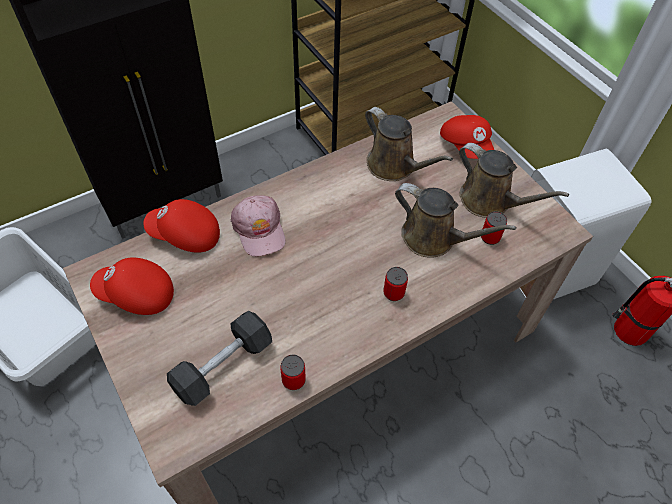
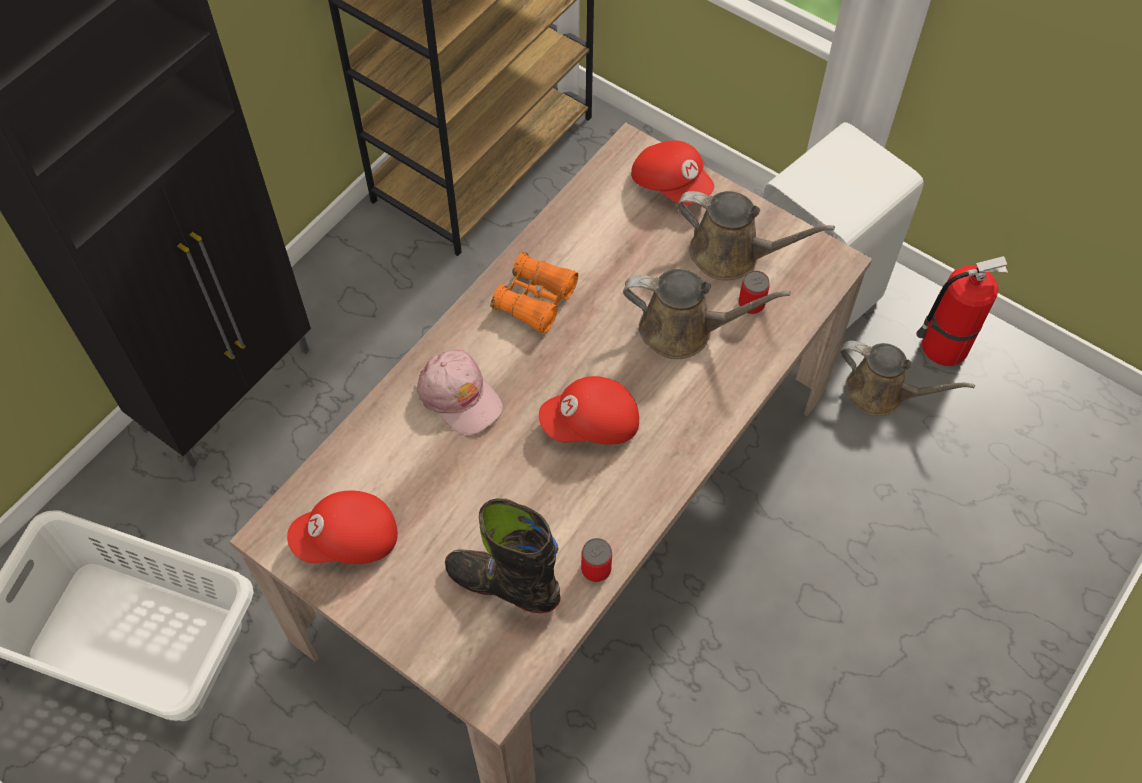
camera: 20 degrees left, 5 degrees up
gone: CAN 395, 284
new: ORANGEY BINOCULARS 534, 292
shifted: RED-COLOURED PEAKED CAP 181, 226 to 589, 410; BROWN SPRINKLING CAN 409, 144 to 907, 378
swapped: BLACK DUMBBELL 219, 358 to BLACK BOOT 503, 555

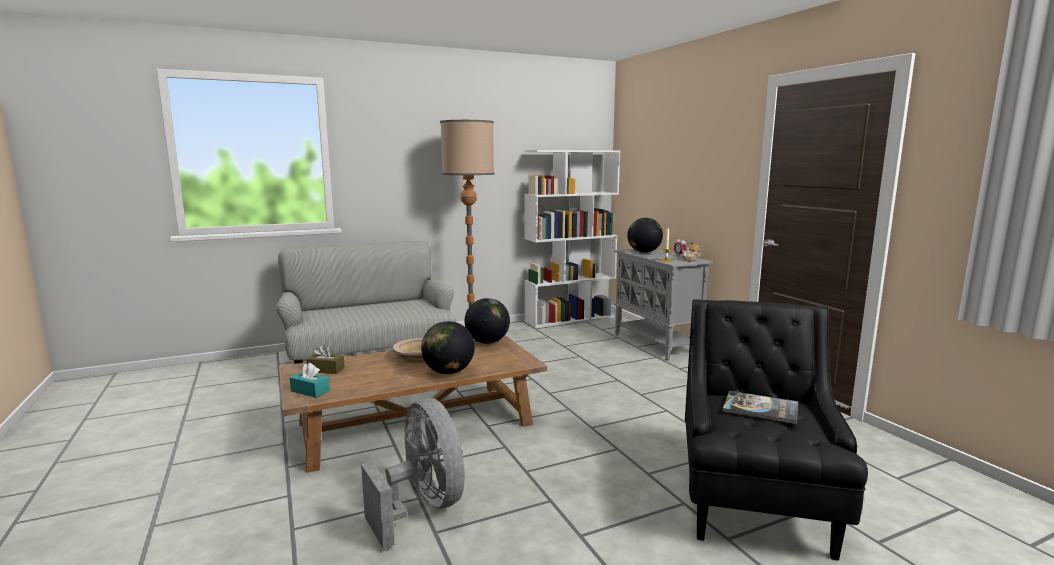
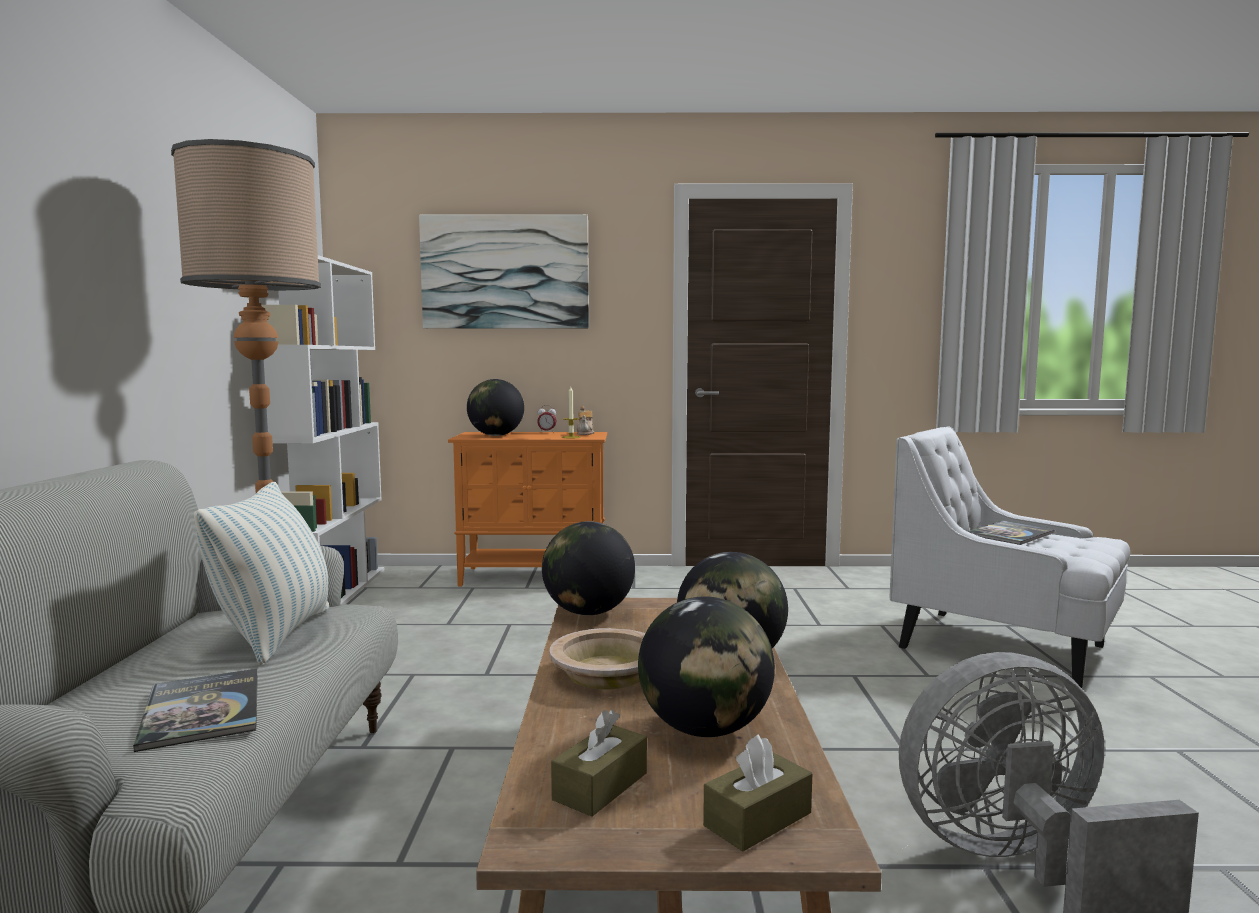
camera: 65 degrees left, 5 degrees down
new: BOOK 195, 710; CUSHION 261, 573; WALL ART 504, 271; GLOBE 706, 666
repainted: BLUE-GREEN TISSUE BOX 310, 380 to BROWN TISSUE BOX 757, 793; GREYISH CUPBOARD 664, 305 to ORANGEY CUPBOARD 527, 509; BLACK LOUNGE CHAIR 776, 429 to WHITISH LOUNGE CHAIR 1009, 557

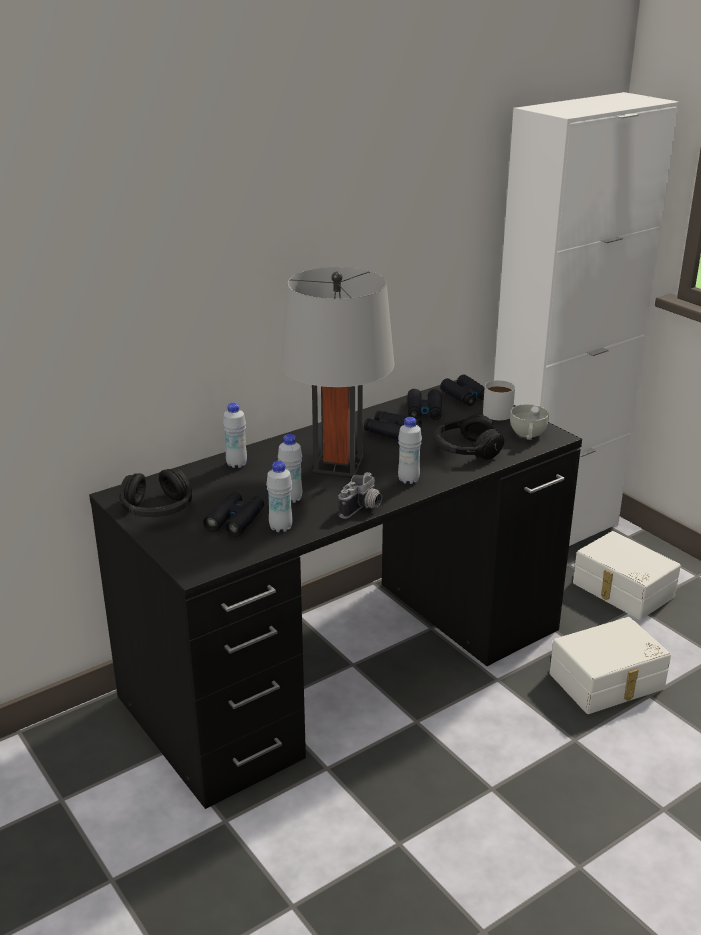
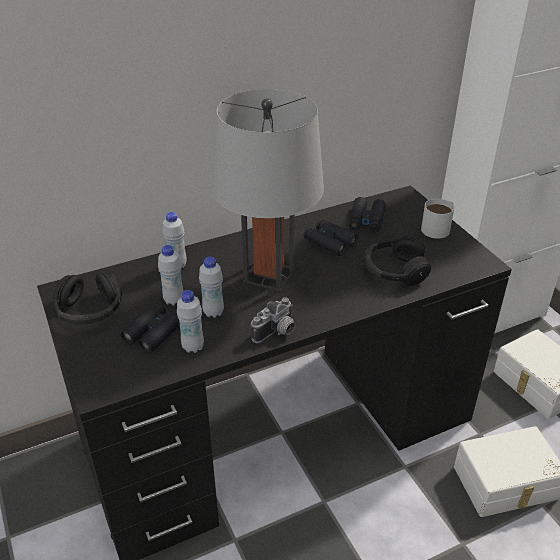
camera: 10 degrees right, 10 degrees up
gone: BLACK BINOCULARS 462, 390; WHITISH DRINKING CUP 529, 422
shifted: WHITISH BOTTLE 410, 450 to 170, 275

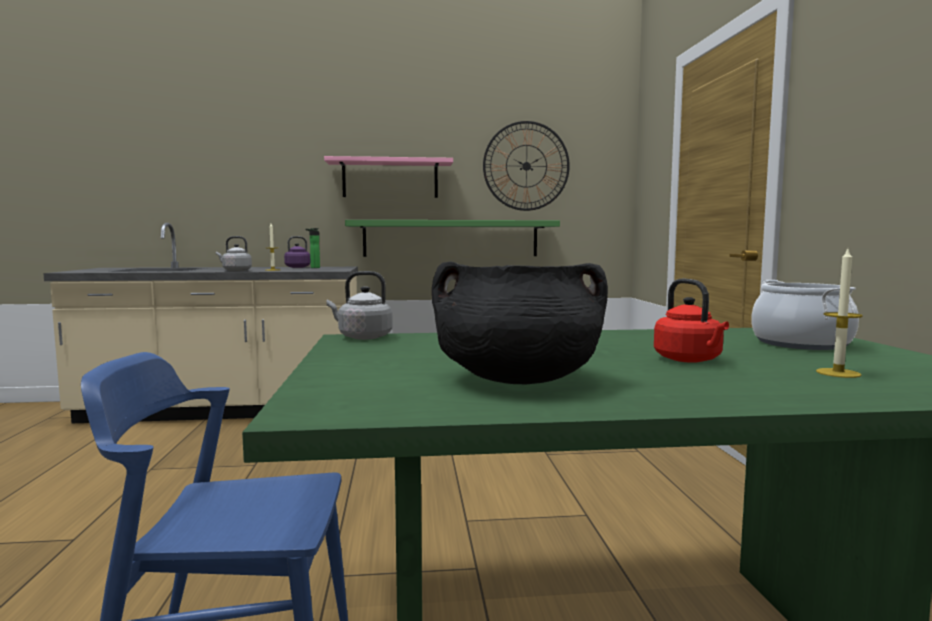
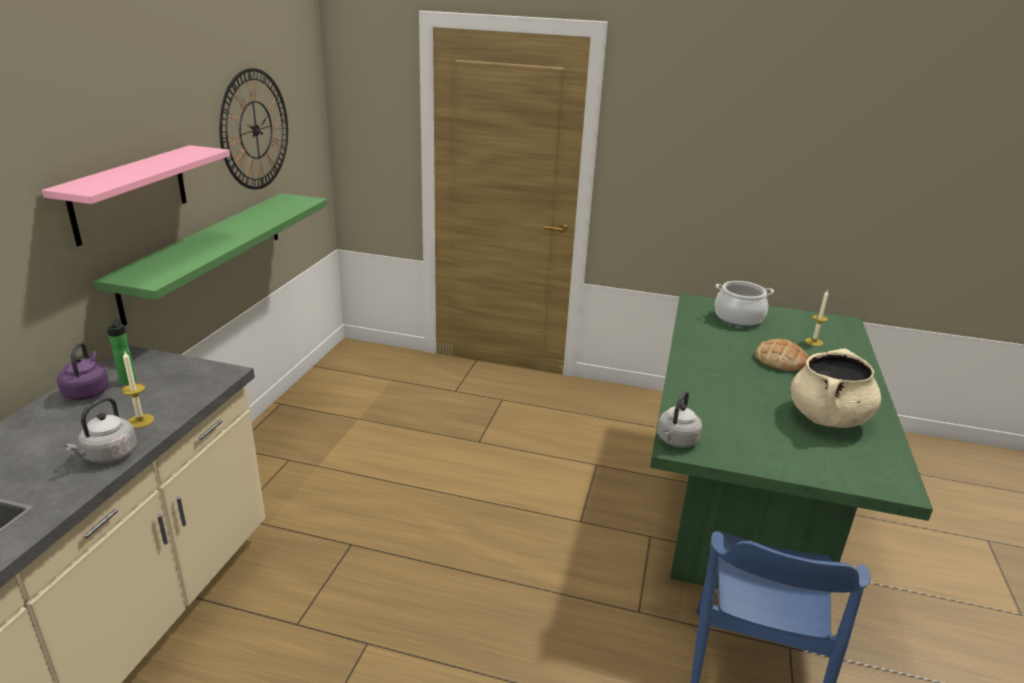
camera: 70 degrees left, 20 degrees up
swapped: RED-COLOURED TEA KETTLE 691, 321 to BREAD 782, 355
repainted: BLACK SAUCEPOT 520, 322 to BEIGE SAUCEPOT 835, 388

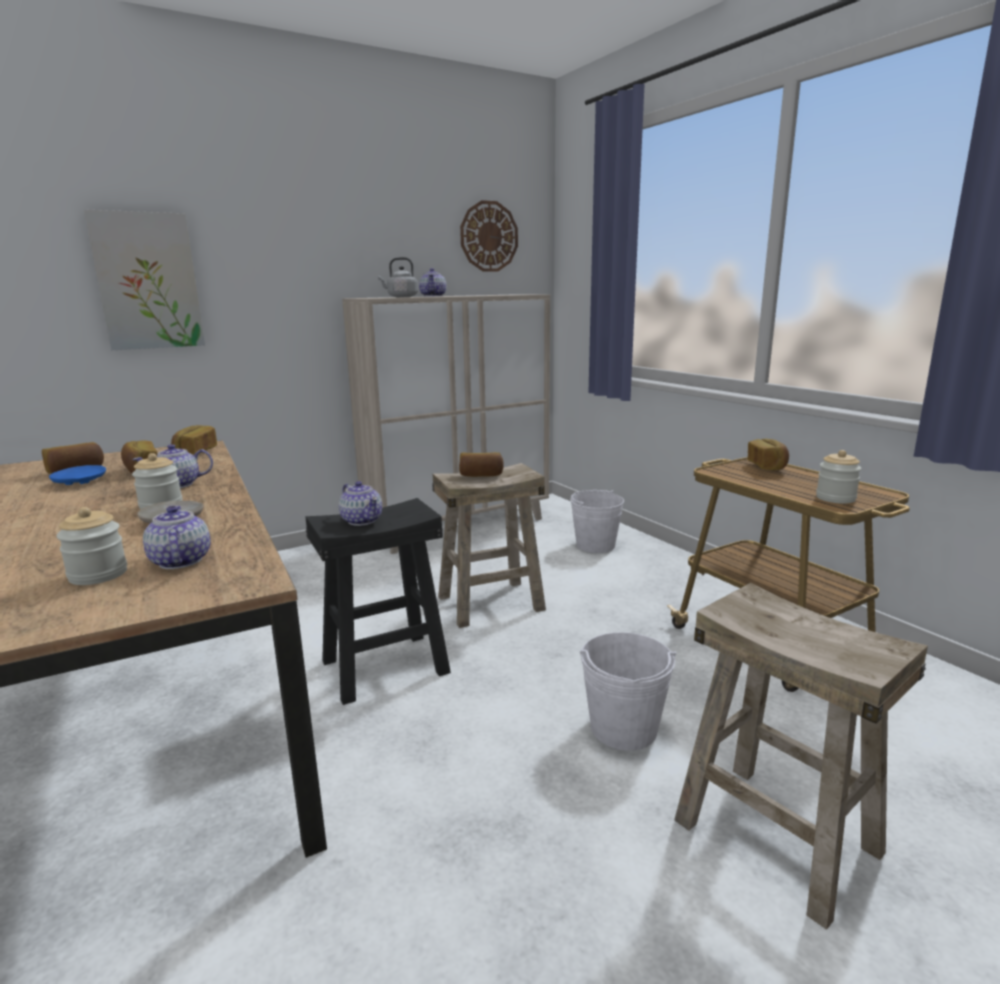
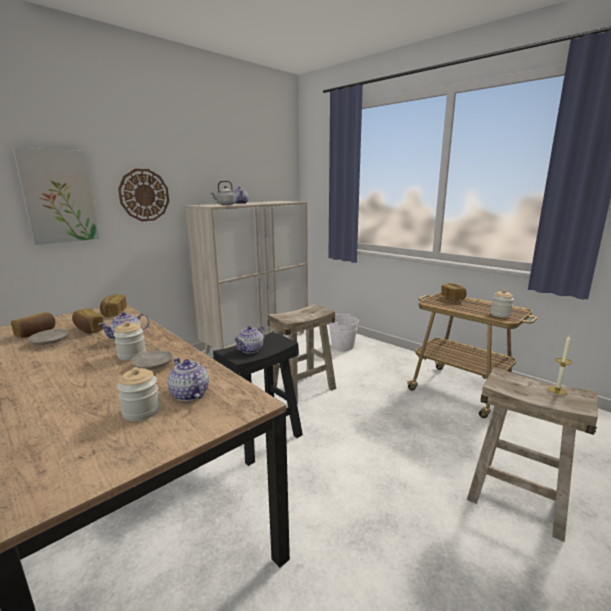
camera: 15 degrees left, 0 degrees up
gone: BREAD 481, 464; WHITISH BUCKET 628, 691
new: WAX LIGHT 560, 365
shifted: WALL CLOCK 489, 236 to 143, 195
repainted: BLUE-COLOURED DINNER PLATE 77, 475 to BEIGE DINNER PLATE 48, 337
rotated: TEAPOT 360, 503 = 249, 340 90 degrees clockwise

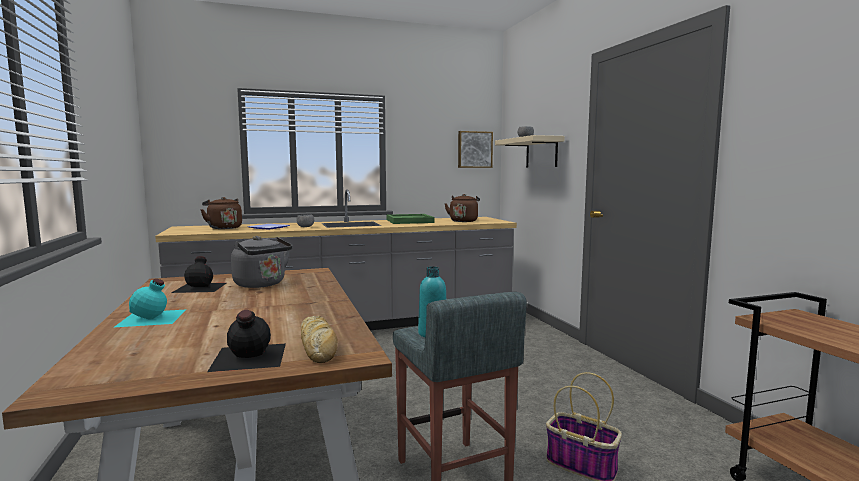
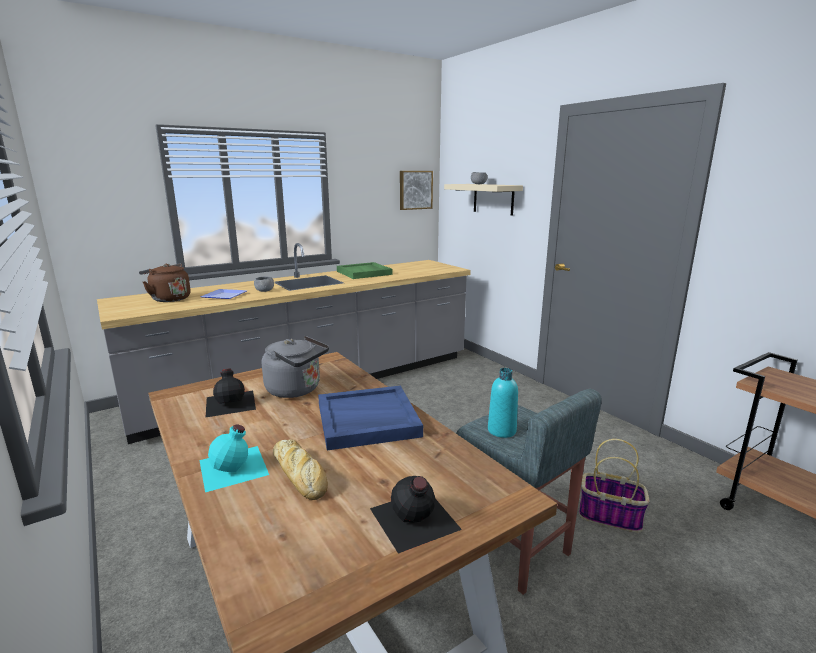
camera: 15 degrees left, 10 degrees up
gone: BROWN TEA KETTLE 462, 208
new: BLUE-COLOURED TRAY 370, 418
shifted: BREAD 319, 339 to 300, 469

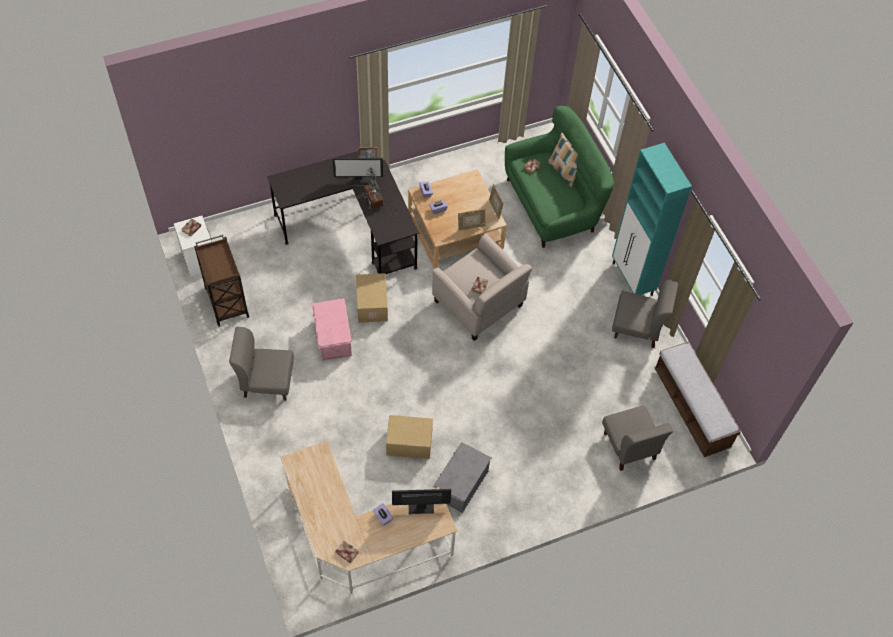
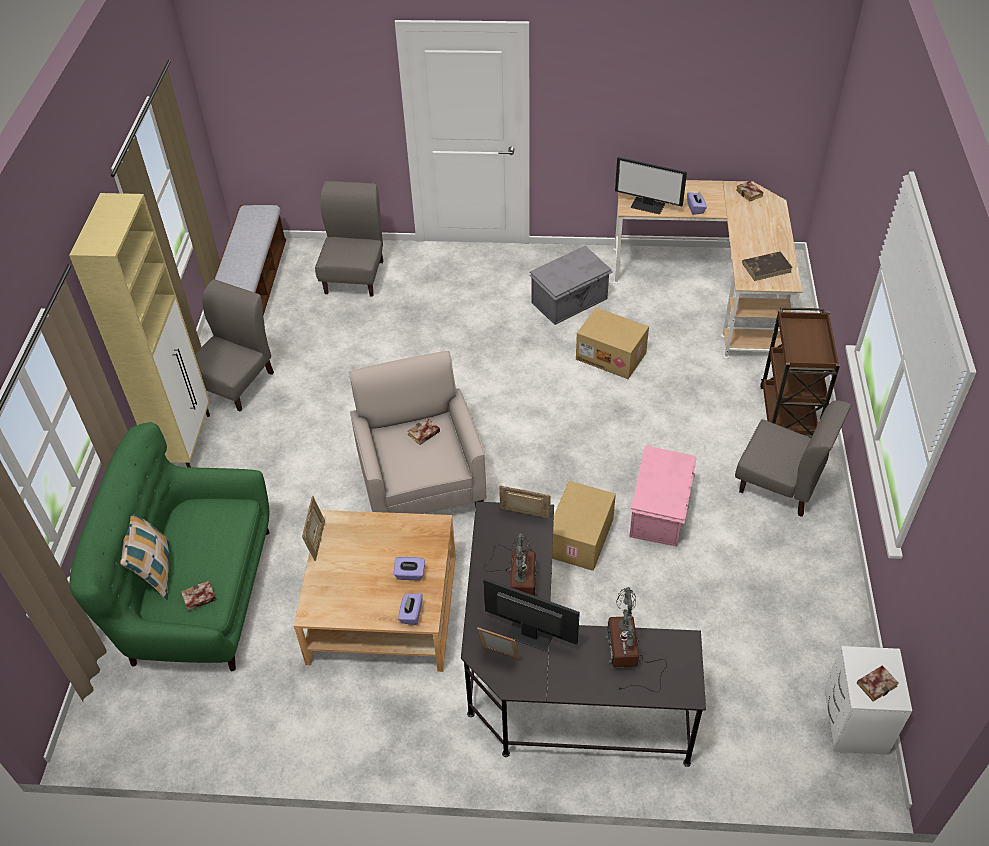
camera: 150 degrees left, 10 degrees down
new: LAMP FOR A TABLE 636, 639; BROWN BOOK 767, 266
shifted: BROWN TROLLEY 221, 281 to 800, 372; STANDING FRAME 471, 220 to 525, 502
repainted: BLUE-GREEN CUPBOARD 652, 219 to BEIGE CUPBOARD 139, 330
rotated: GREYISH PLAIN CHAIR 645, 314 = 234, 345 75 degrees clockwise

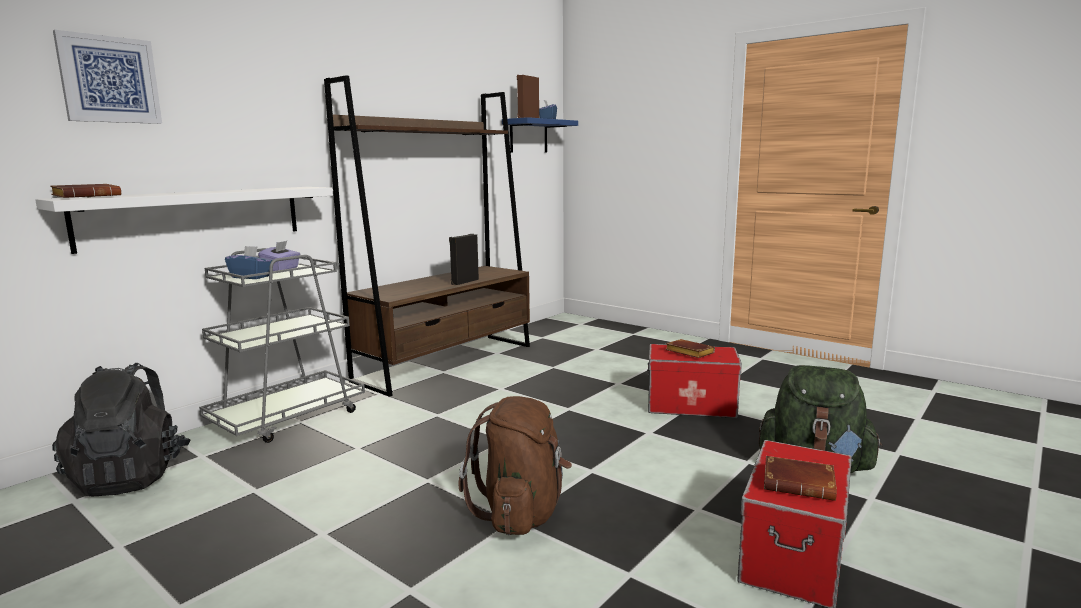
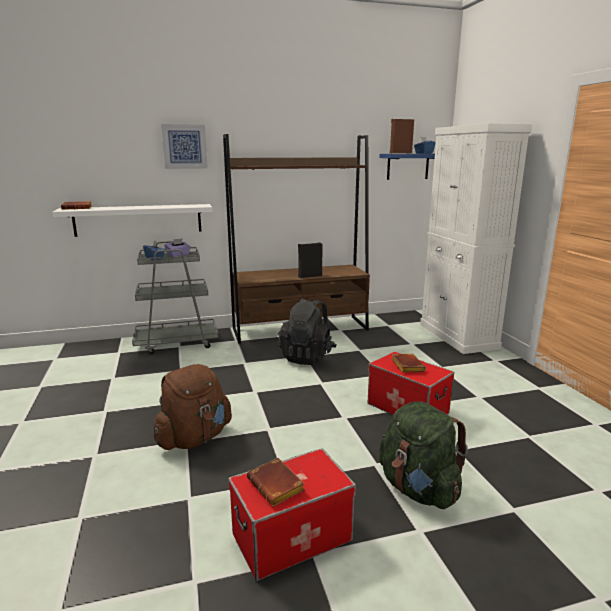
camera: 35 degrees right, 5 degrees up
new: WHITISH CUPBOARD 476, 238
shifted: BLACK KNAPSACK 121, 429 to 307, 331; WALL ART 107, 77 to 184, 146

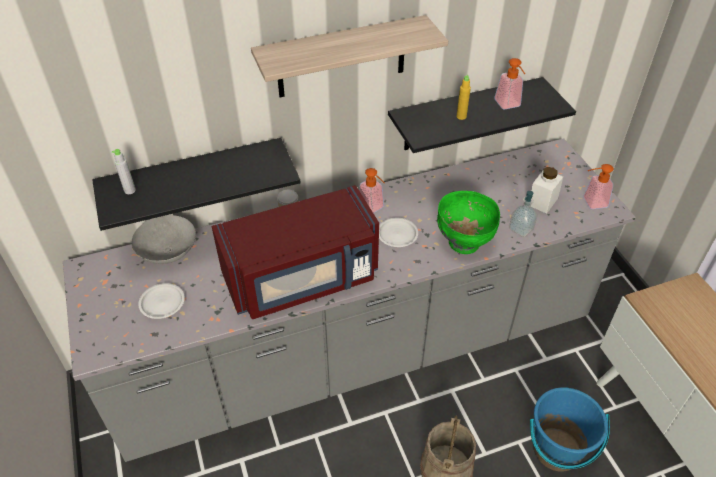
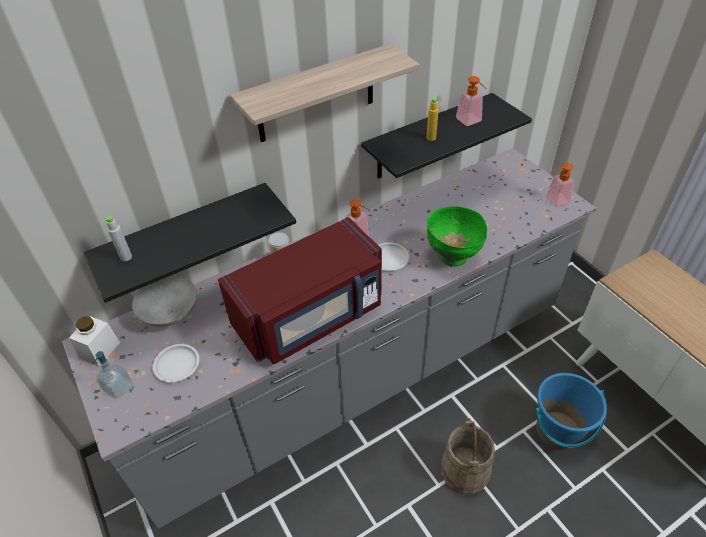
camera: 10 degrees left, 0 degrees up
shifted: LIQUID SOAP BOTTLE 523, 214 to 112, 374; WHITISH JAR 547, 190 to 94, 341

